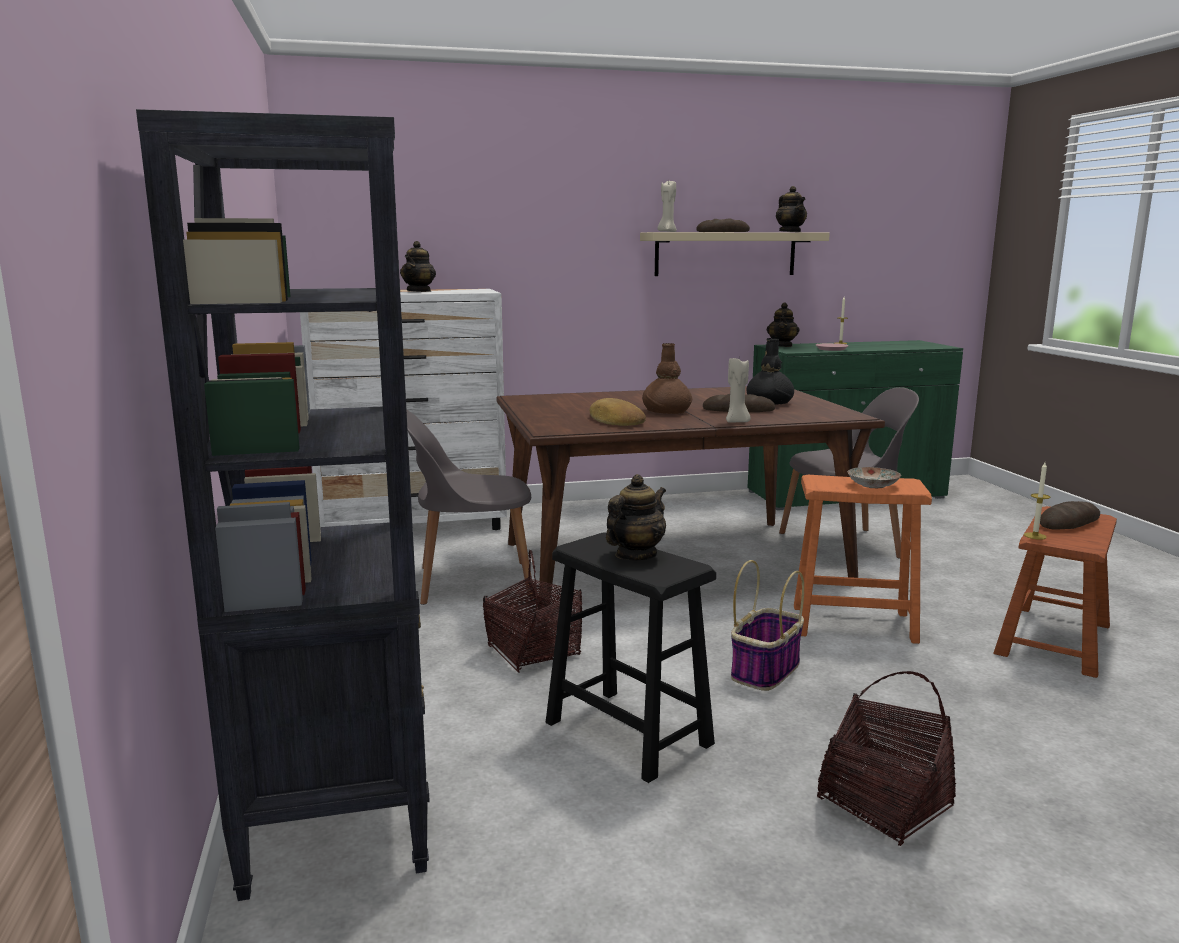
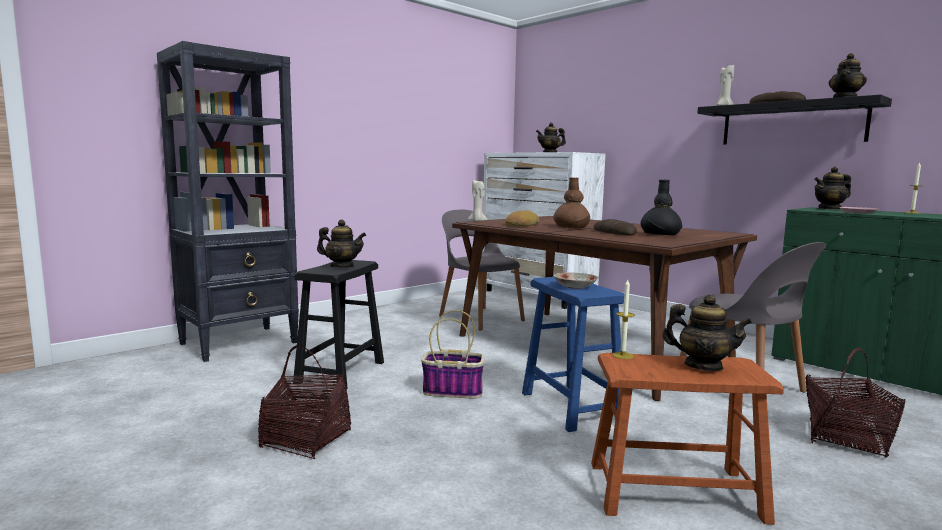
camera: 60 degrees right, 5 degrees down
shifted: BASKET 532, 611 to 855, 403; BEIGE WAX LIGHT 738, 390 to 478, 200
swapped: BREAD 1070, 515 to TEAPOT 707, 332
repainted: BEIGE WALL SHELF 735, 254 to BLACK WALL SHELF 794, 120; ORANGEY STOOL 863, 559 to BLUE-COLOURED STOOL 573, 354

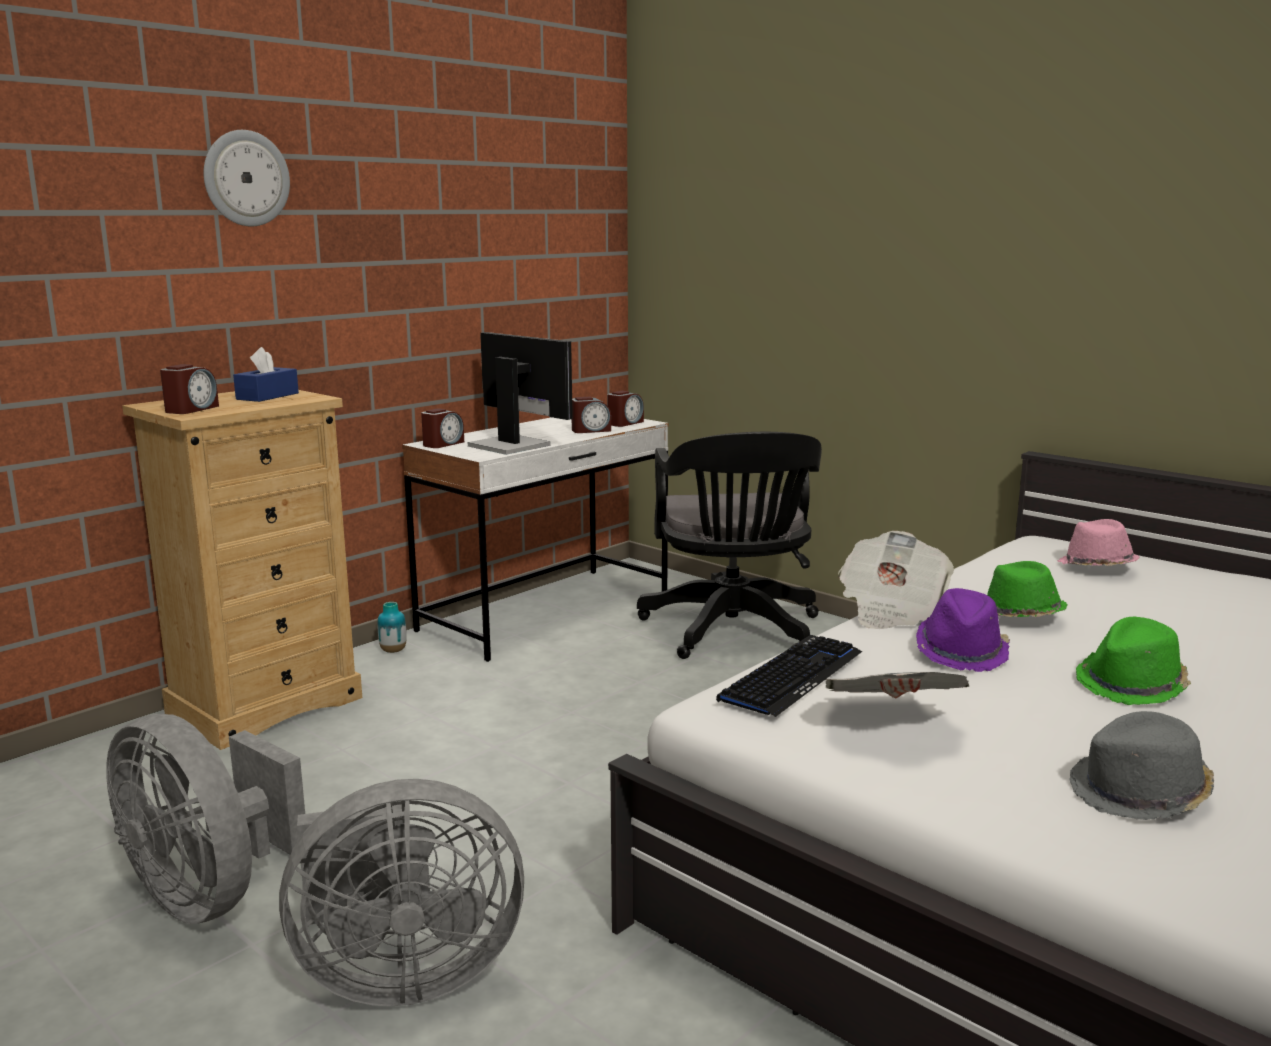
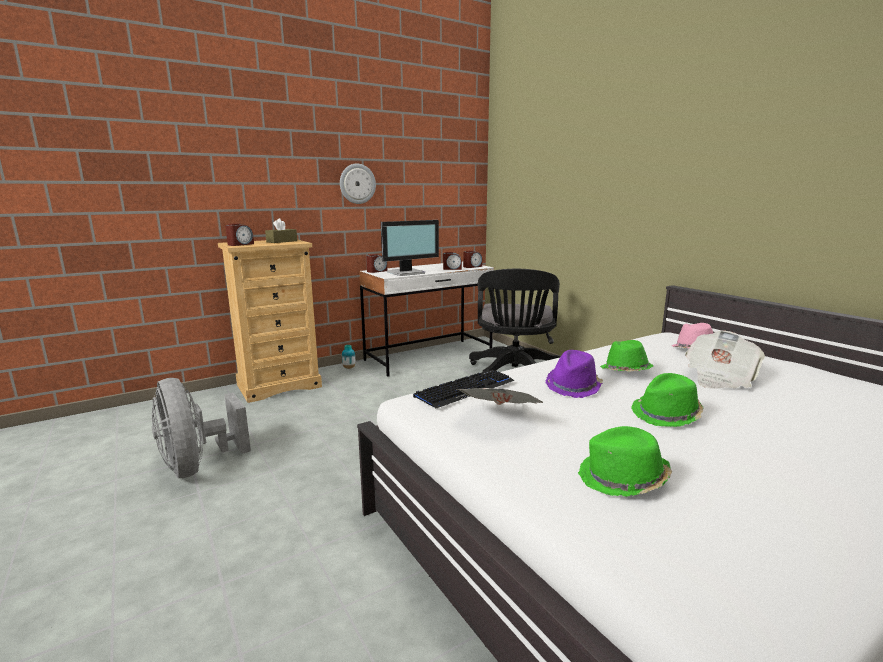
camera: 15 degrees right, 0 degrees up
gone: GREYISH FAN 401, 892
shifted: WALL CLOCK 247, 178 to 358, 184; PRINTED PAPER 896, 580 to 725, 360
repainted: BLUE-COLOURED TISSUE BOX 266, 374 to BROWN TISSUE BOX 281, 230; GREYISH CLOTHING HAT 1141, 765 to GREEN-COLOURED CLOTHING HAT 625, 461
rotated: MONITOR 520, 393 = 410, 248 90 degrees clockwise

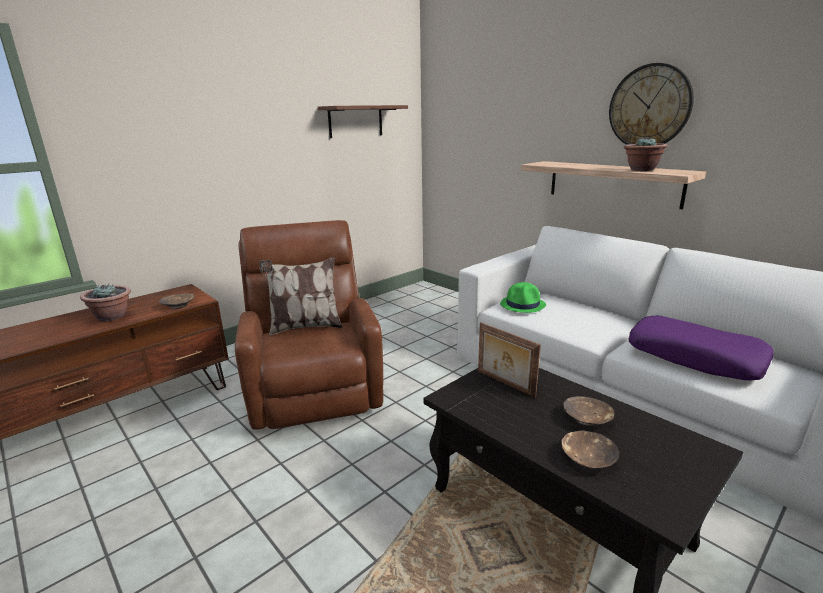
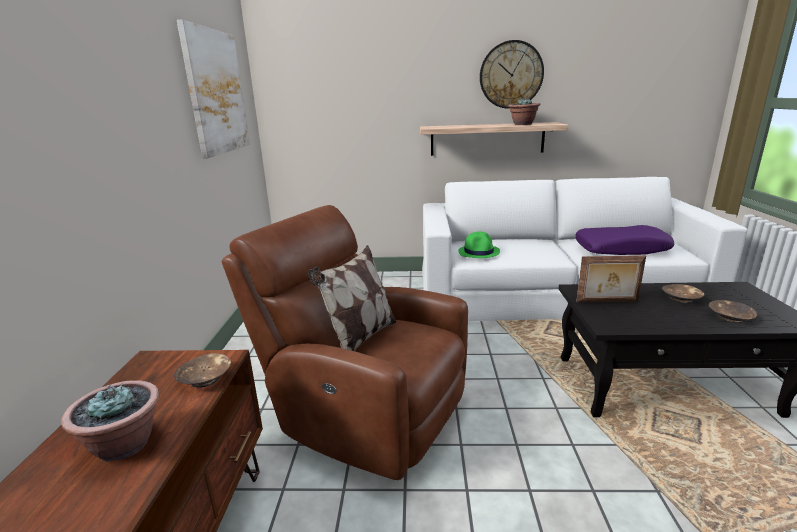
camera: 45 degrees left, 0 degrees up
swapped: BROWN WALL SHELF 363, 121 to WALL ART 213, 89

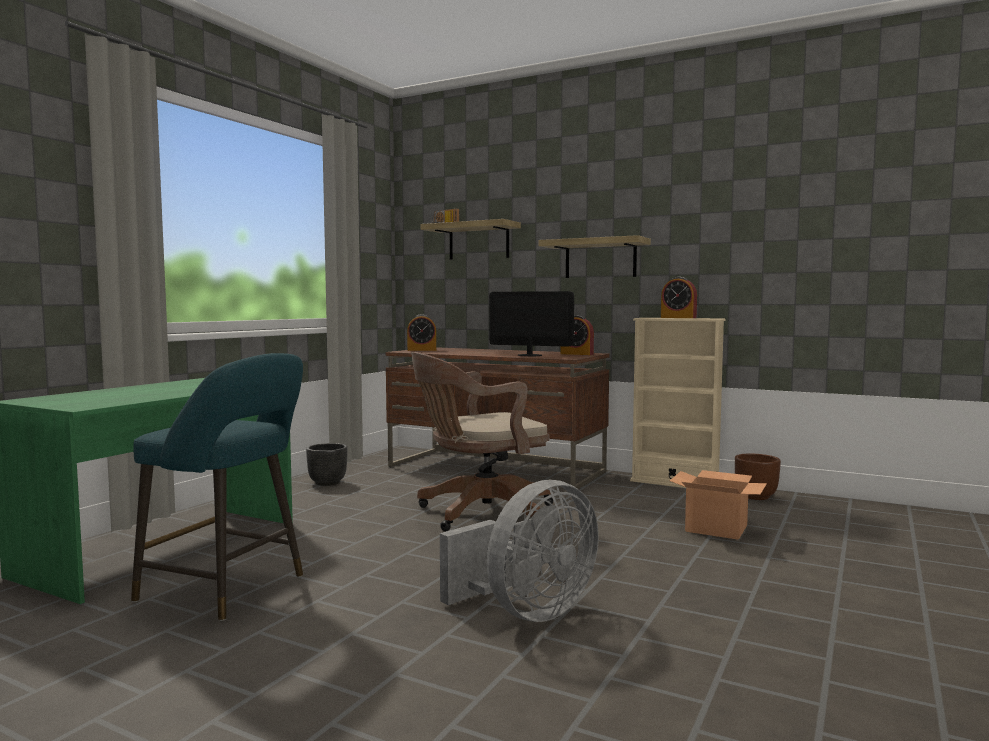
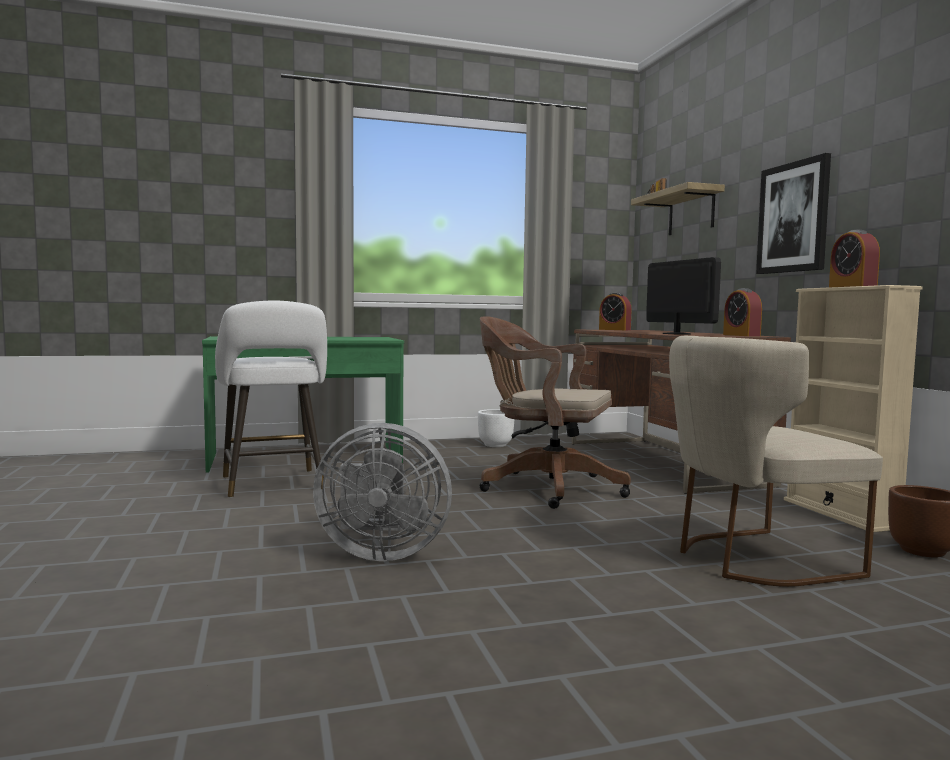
camera: 45 degrees right, 0 degrees up
swapped: WALL SHELF 595, 256 to WALL ART 793, 213; CARTON 718, 505 to BEIGE PLAIN CHAIR 776, 461
repainted: BLUE-GREEN STOOL 217, 487 to WHITISH STOOL 271, 399; BLACK PLANT POT 326, 464 to WHITISH PLANT POT 496, 428

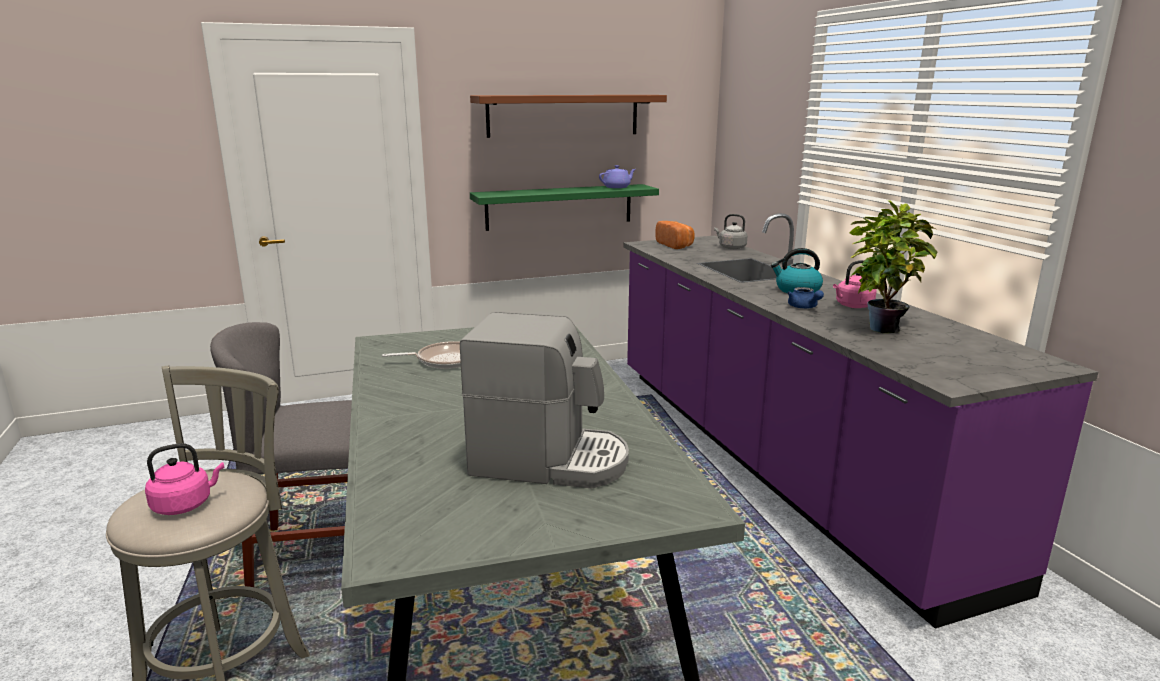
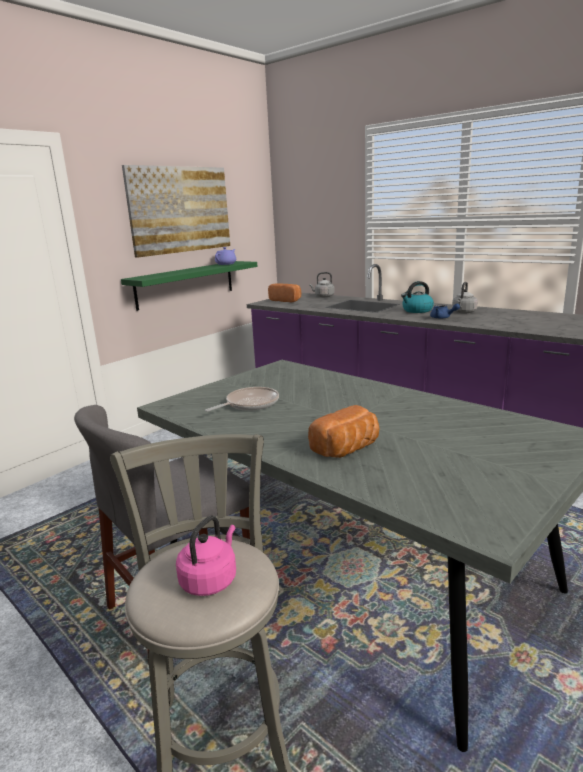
camera: 30 degrees left, 0 degrees up
gone: COFFEE MAKER 544, 400; POTTED PLANT 893, 266
new: BREAD 343, 431
swapped: BROWN WALL SHELF 568, 116 to WALL ART 176, 211
repainted: PINK TEA KETTLE 855, 284 to GREYISH TEA KETTLE 465, 298

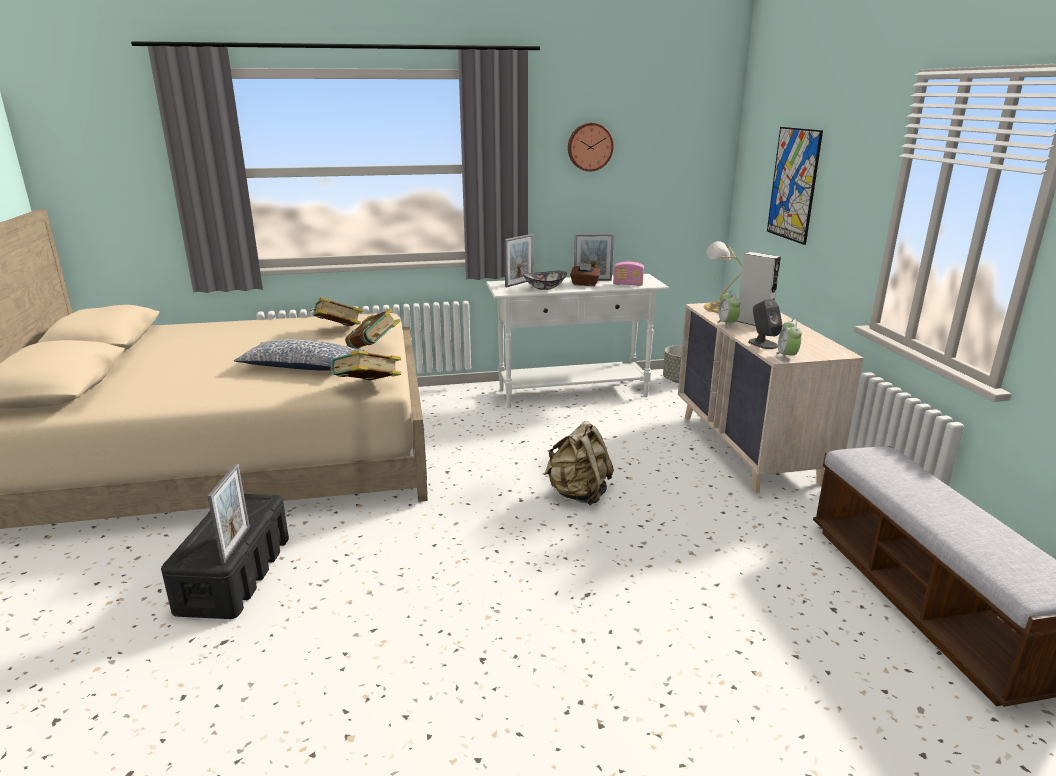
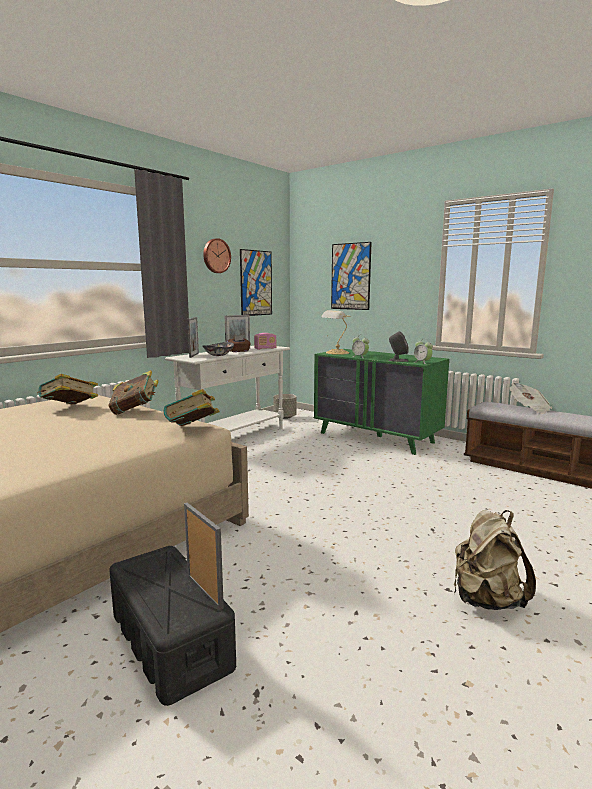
camera: 40 degrees left, 10 degrees down
gone: CUSHION 299, 355; GREYISH AUDIO SPEAKER 758, 289
new: WALL ART 256, 282; PRINTED PAPER 530, 398
shifted: BEIGE KNAPSACK 579, 463 to 495, 560
repainted: BEIGE DRESSER 771, 398 to GREEN-COLOURED DRESSER 381, 402

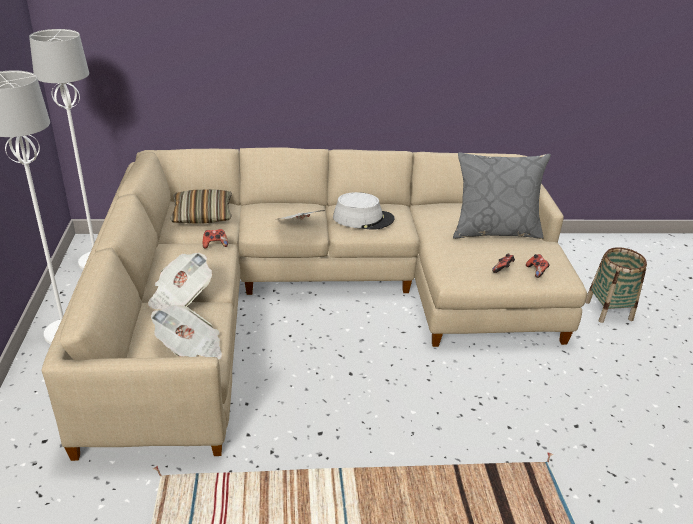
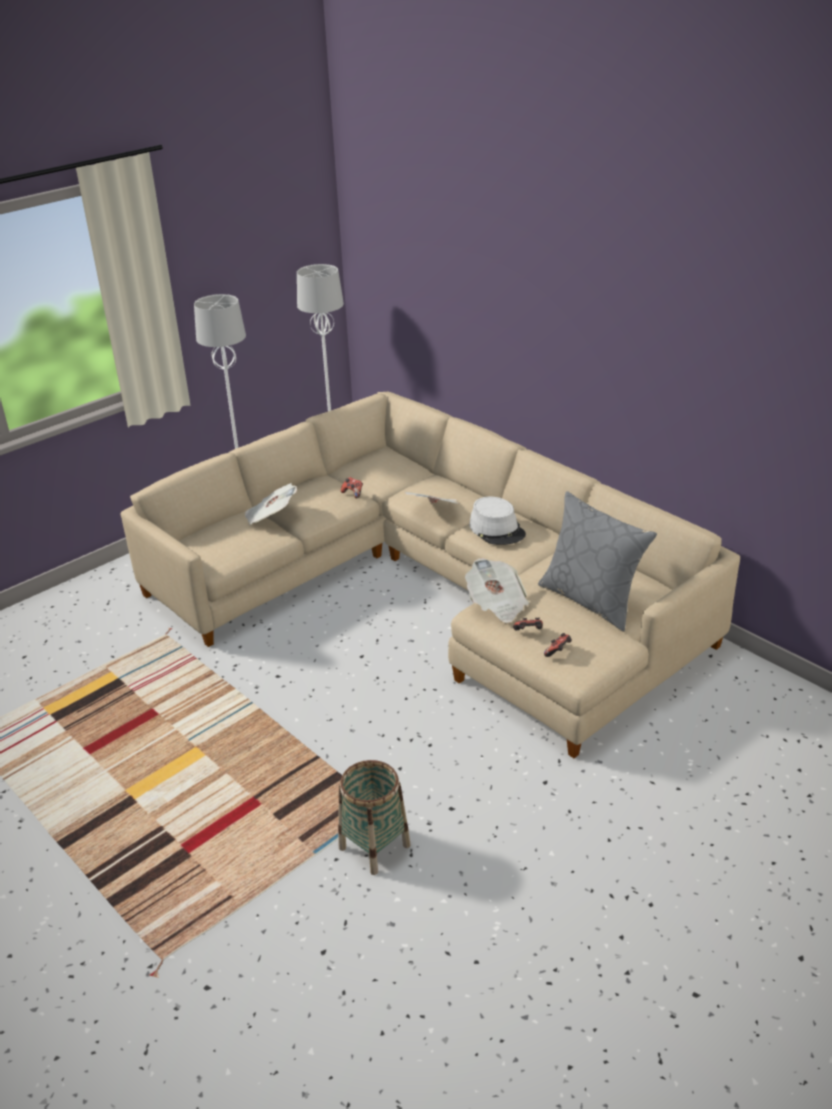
camera: 55 degrees right, 0 degrees up
gone: CUSHION 201, 206
shifted: PRINTED PAPER 186, 332 to 497, 590; BASKET 616, 285 to 374, 817

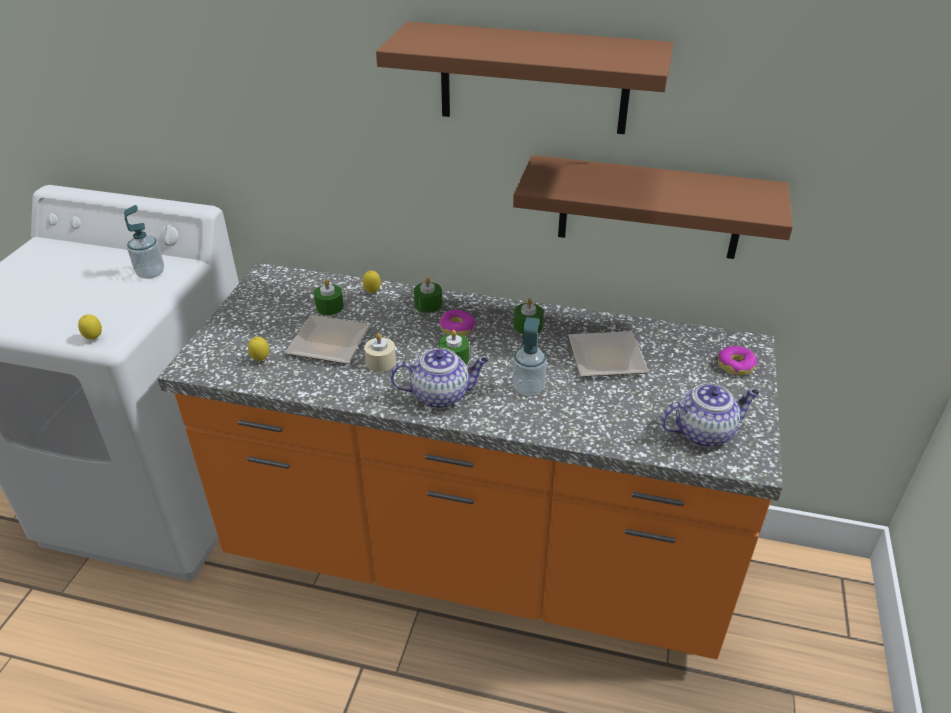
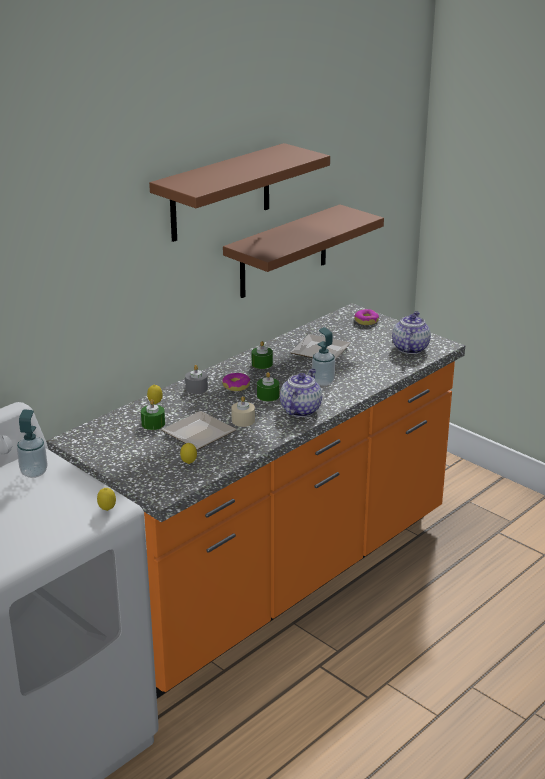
camera: 60 degrees left, 10 degrees down
repainted: GREEN-COLOURED WAX LIGHT 428, 295 to GREYISH WAX LIGHT 196, 379

